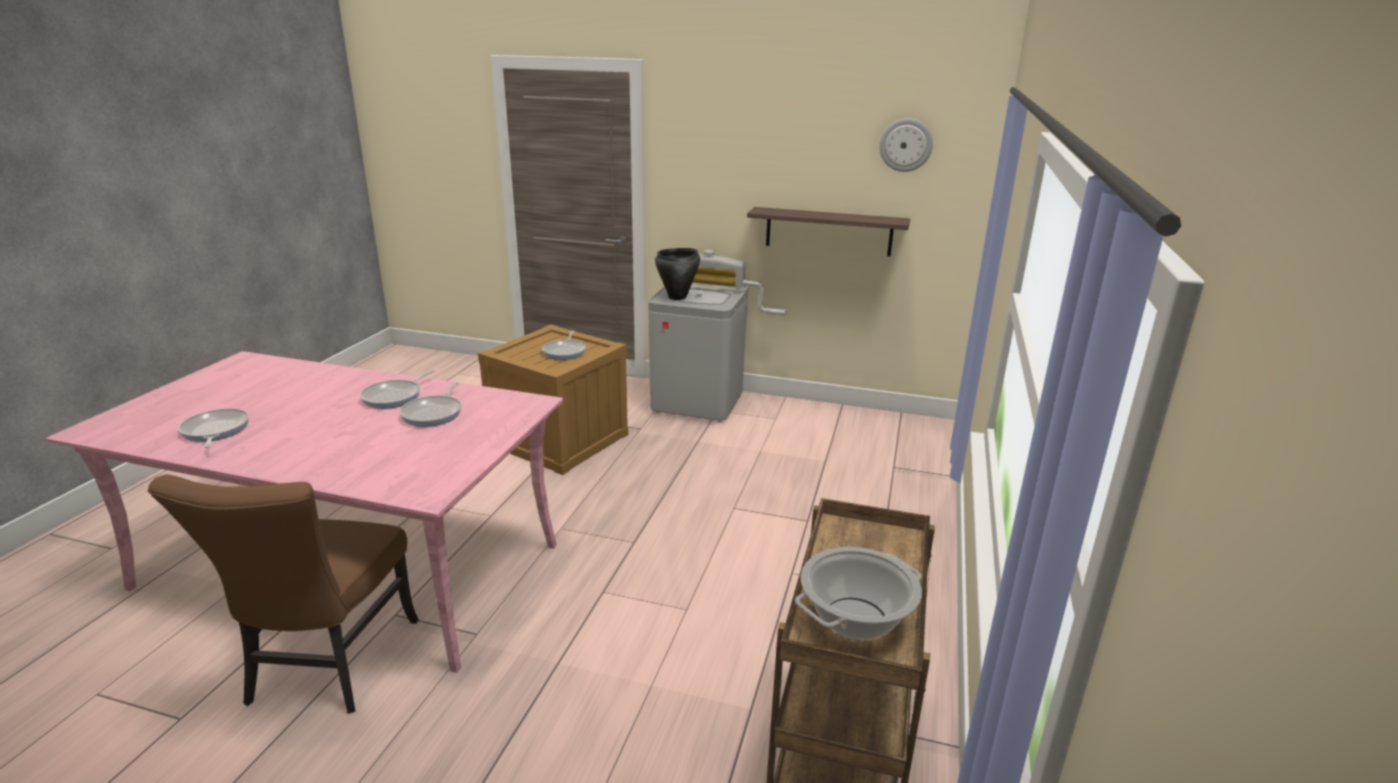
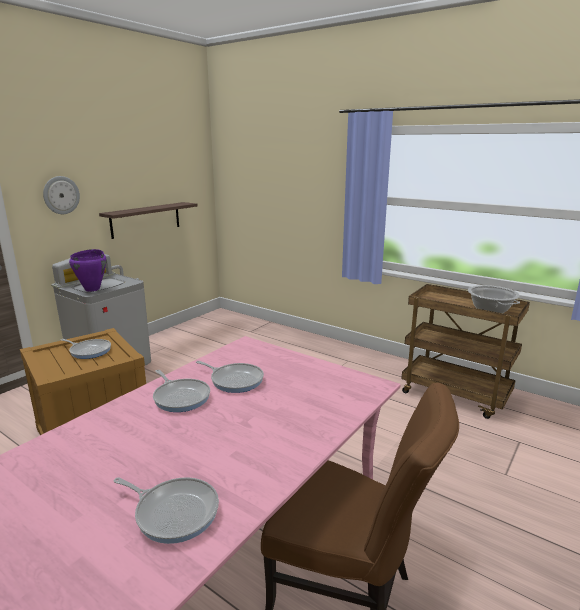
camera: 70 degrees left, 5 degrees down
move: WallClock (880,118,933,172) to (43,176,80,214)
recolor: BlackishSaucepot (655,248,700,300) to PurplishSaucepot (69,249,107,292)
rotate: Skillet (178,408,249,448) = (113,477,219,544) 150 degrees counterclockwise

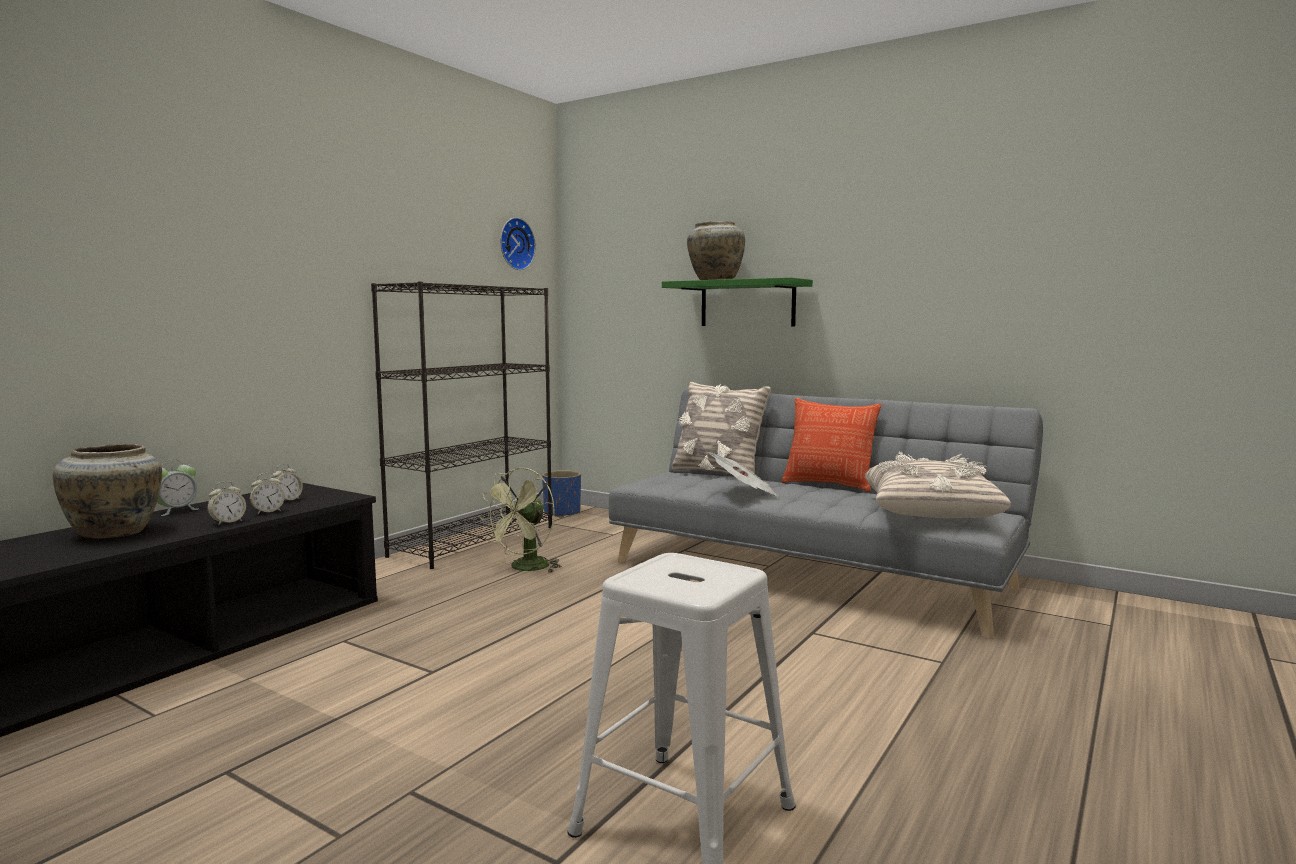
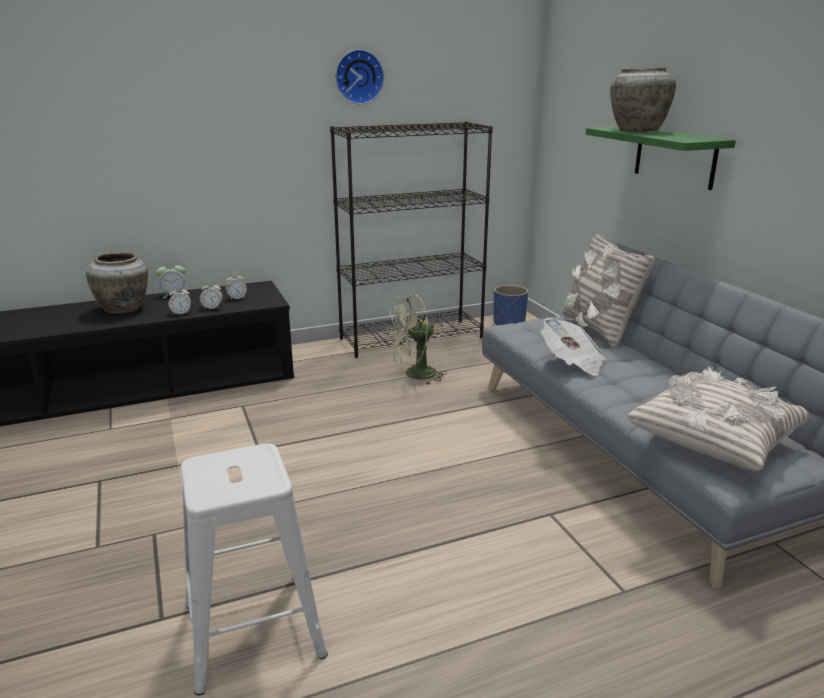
camera: 35 degrees right, 15 degrees up
delete: OrangeColouredPillow (782,398,881,492)
move: WallClock (500,217,536,270) to (335,49,384,104)

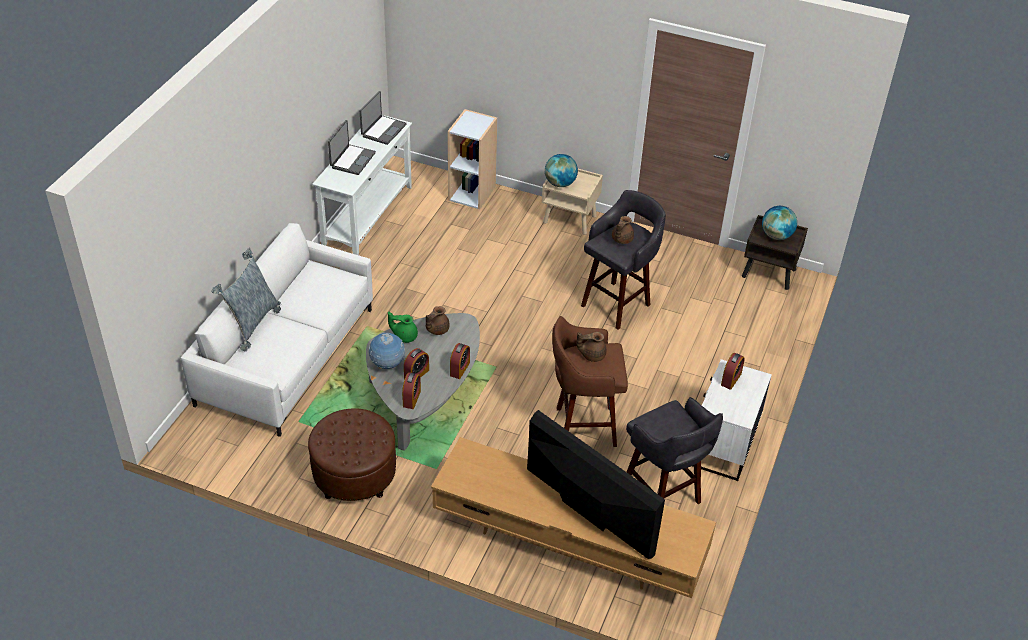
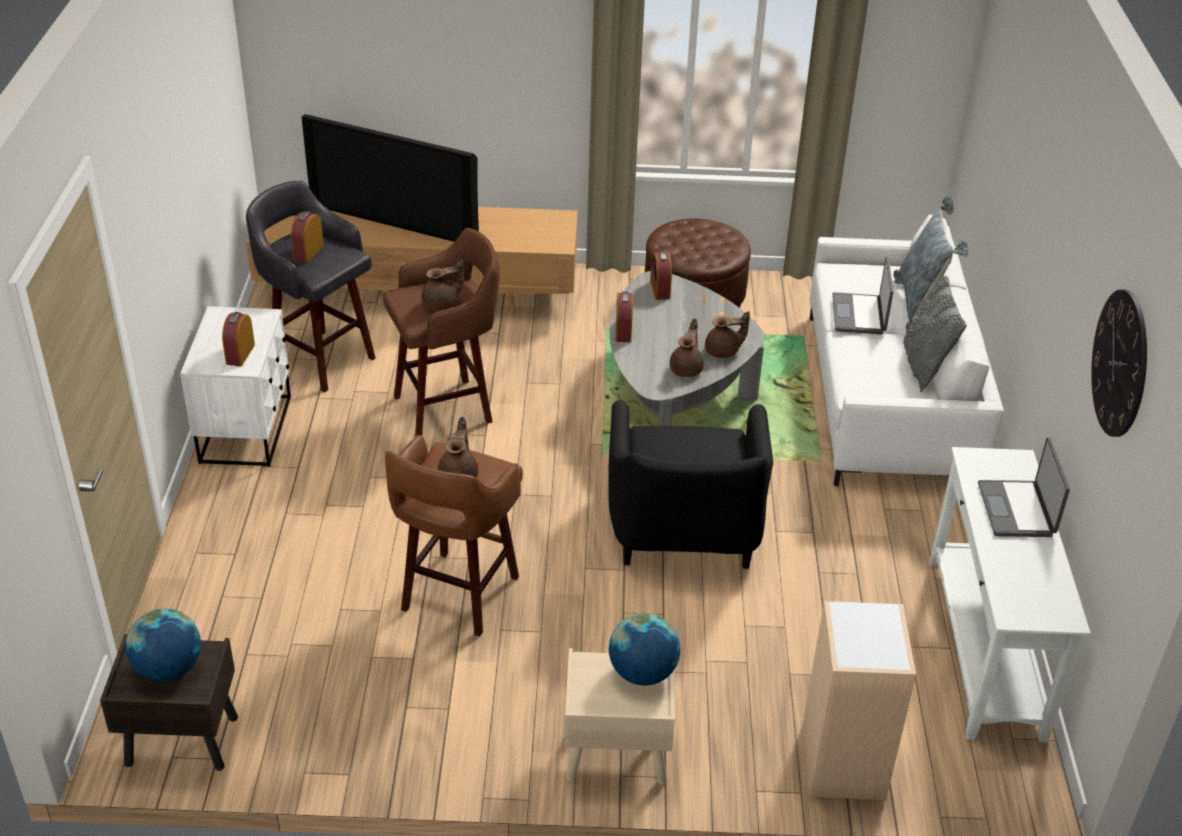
camera: 160 degrees right, 5 degrees down
delete: WorldGlobe (369,333,405,369)
insert: GreyishPillow (903,276,967,392); WallClock (1091,290,1147,437); BlackishEasyChair (608,400,773,569)
move: Laptop (360,91,407,145) to (832,257,893,334); BedsideClock (404,348,429,379) to (291,211,324,263)
recolor: GreyishStoolSeat (581,190,666,330) to BrownishStoolSeat (385,435,523,637); GreenTeapot (388,311,418,343) to BrownishTeapot (705,311,750,358)

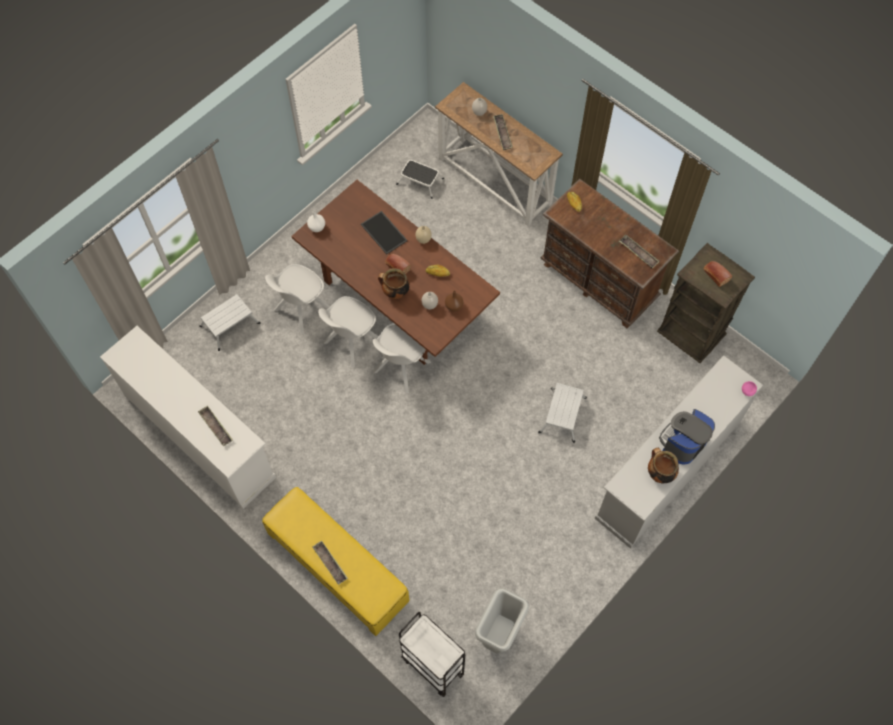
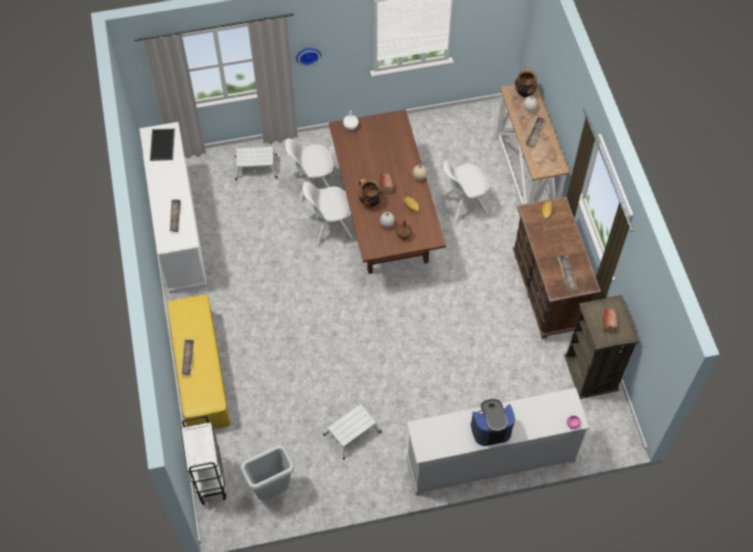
camera: 35 degrees right, 5 degrees down
delete: BlackishStepladder (396,160,444,199)
insert: WallClock (296,48,321,67)
move: Tray (361,211,407,255) to (150,129,175,161); WhiteUprightChair (373,323,431,393) to (441,161,489,224); WhiteStepladder (538,383,587,443) to (323,404,382,460); Saucepot (648,448,679,483) to (515,67,538,97)

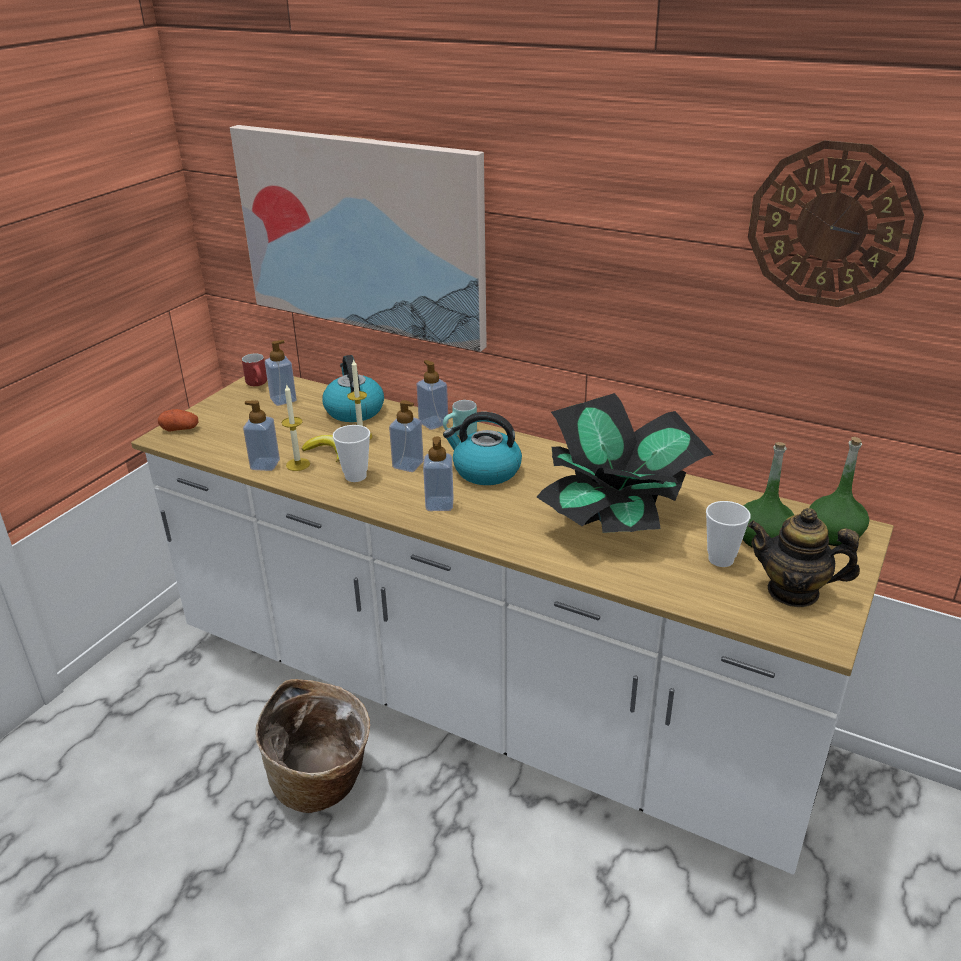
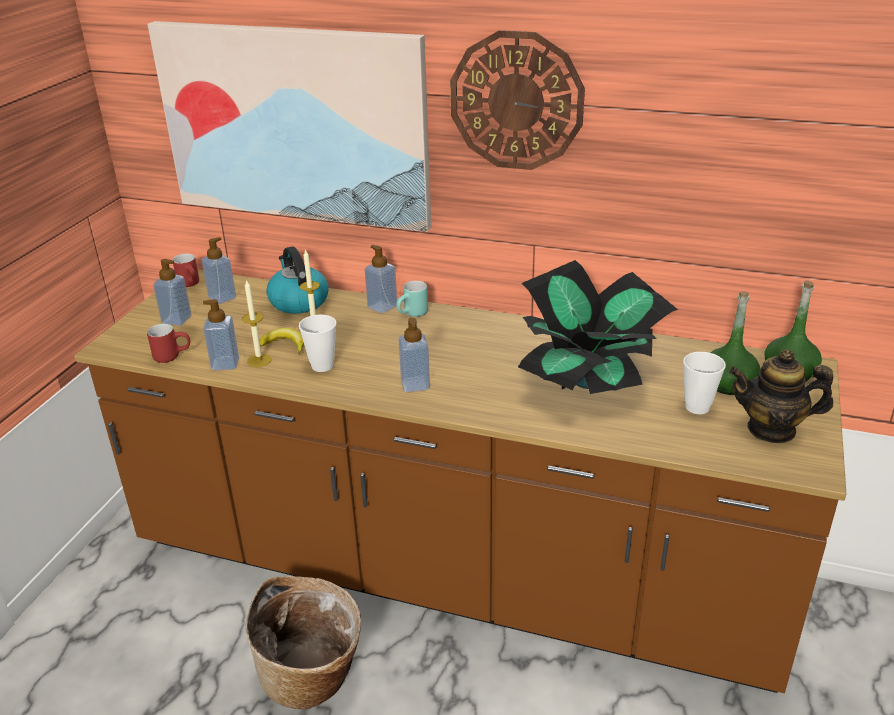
camera: 10 degrees left, 0 degrees up
delete: WholePotato (158,409,198,432); TeaKettle (443,412,522,485)
insert: ReddishMug (147,324,190,363)
move: WallClock (748,140,924,307) to (450,30,585,170); SoapDispenser (389,400,424,472) to (153,259,192,326)
recolor: WhiteCounter (131,376,894,875) to BrownishCounter (74,270,846,693)

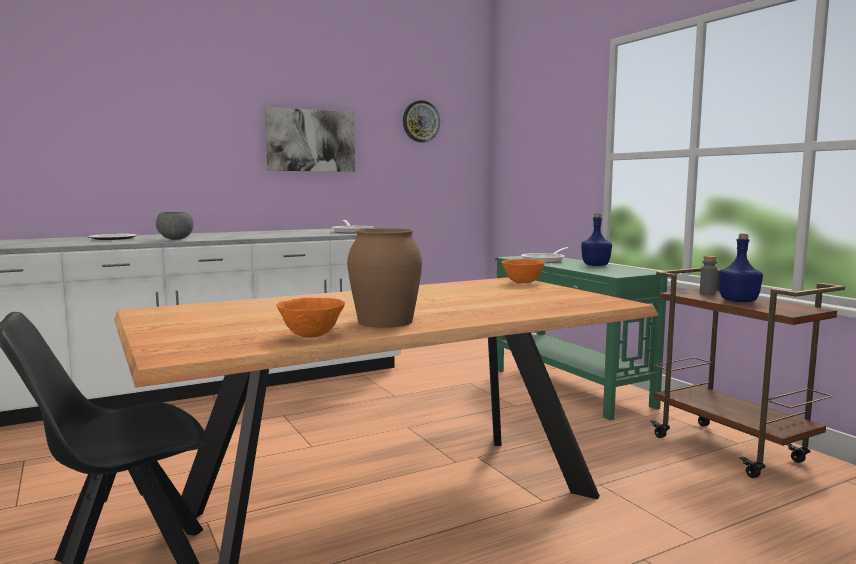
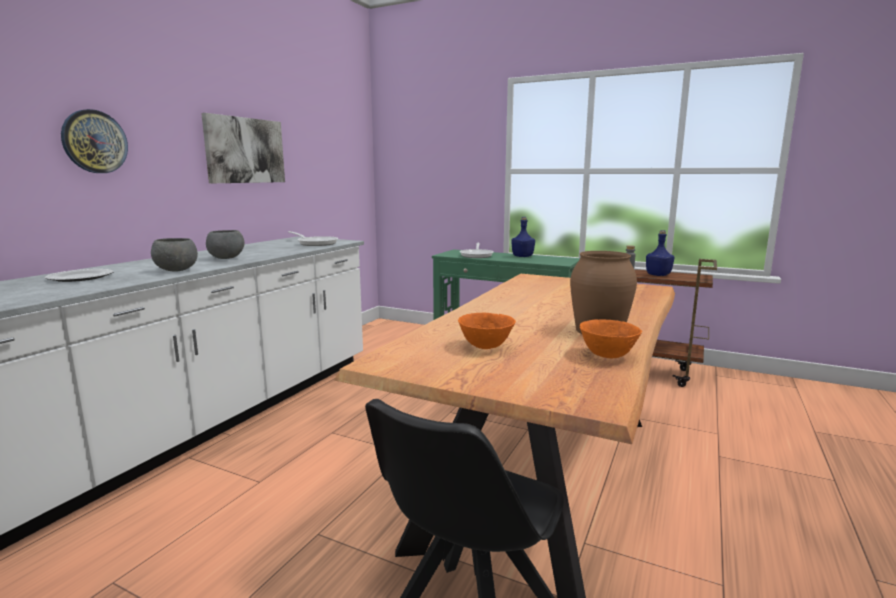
camera: 35 degrees left, 5 degrees up
insert: GreyishServingBowl (206,230,244,259)
move: WallClock (403,100,440,142) to (61,109,128,173); OrangeColouredServingBowl (502,259,545,284) to (458,313,516,349)

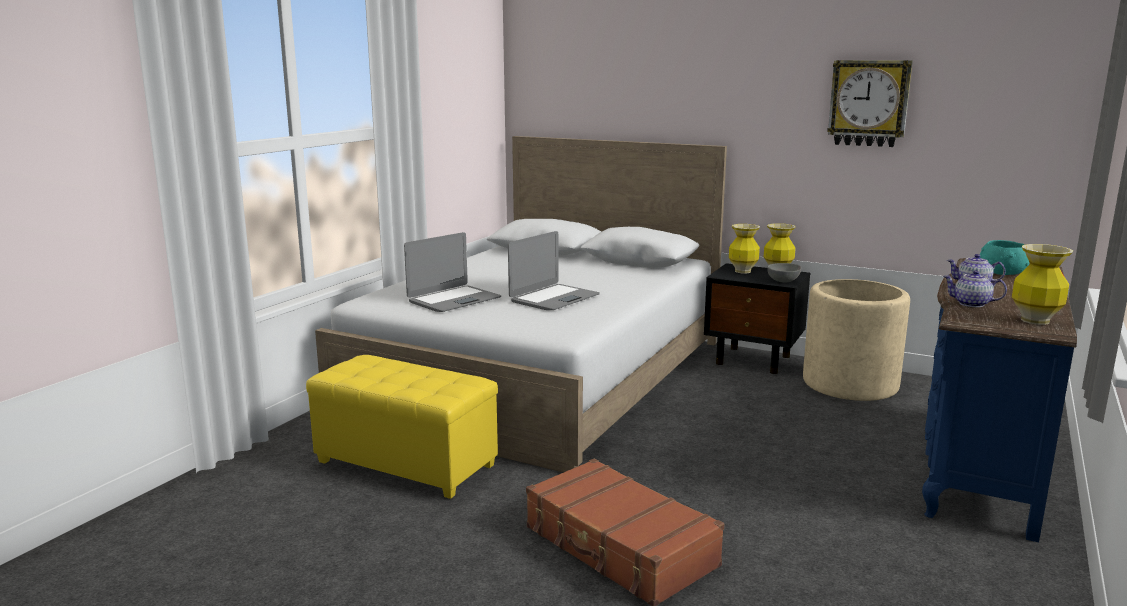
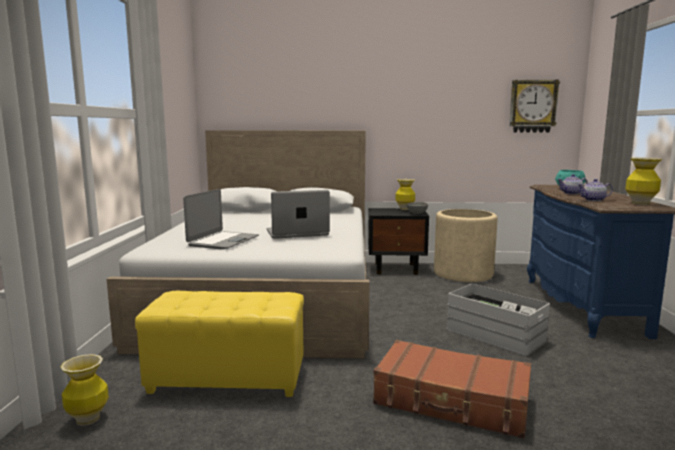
camera: 25 degrees left, 5 degrees down
insert: GreyishStorageBox (446,284,550,356)
move: WallClock (827,60,913,147) to (509,79,560,133); DecorativeVase (729,224,760,274) to (60,354,109,426)
rotate: Laptop (508,231,600,310) = (267,190,330,239) 120 degrees counterclockwise

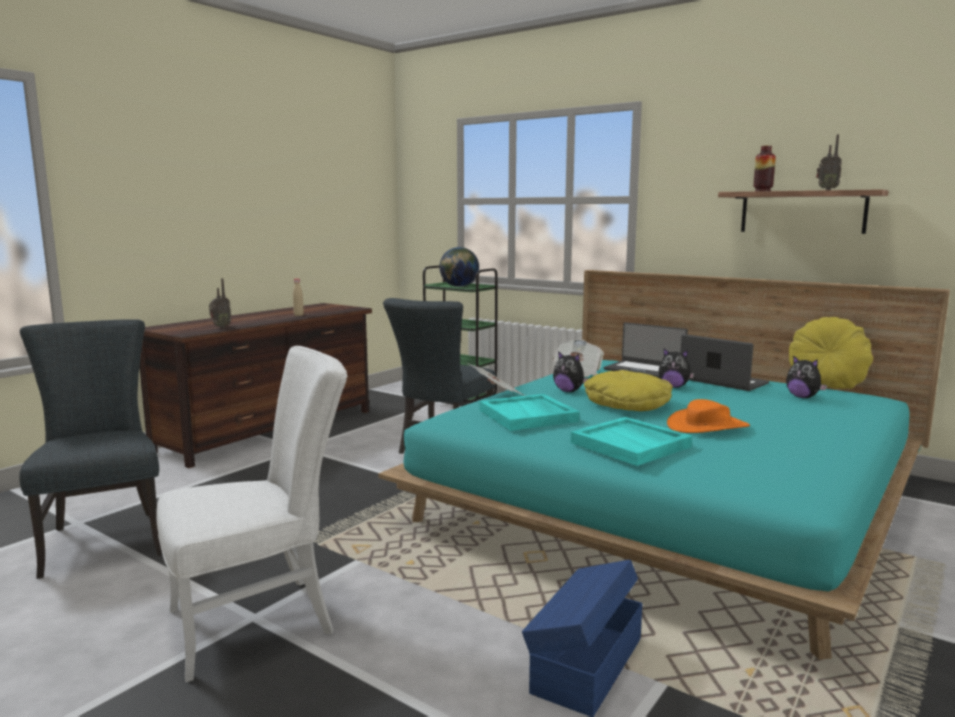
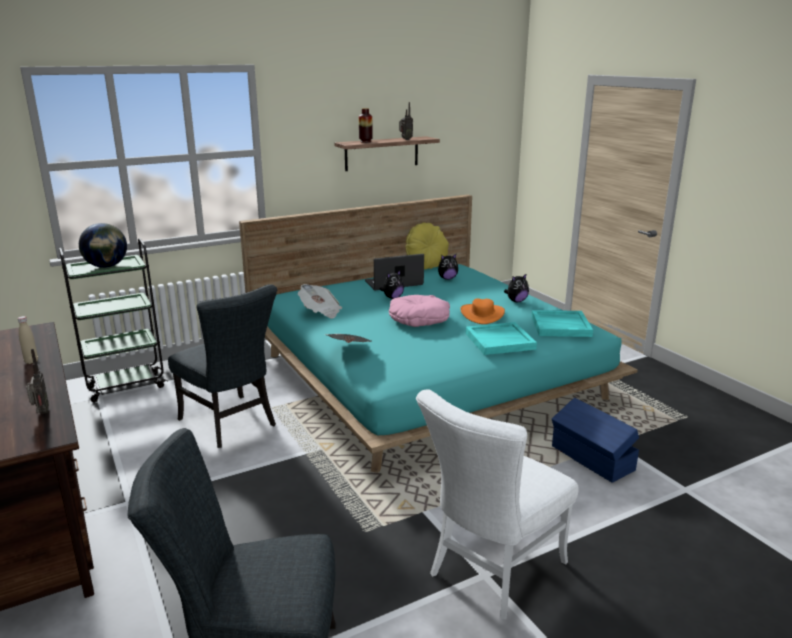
camera: 65 degrees left, 10 degrees up
delete: Laptop (604,322,688,378)
move: SoftToy (553,351,590,392) to (504,273,529,302); TurquoiseTray (480,394,579,431) to (531,310,593,337)
recolor: YellowColouredPillow (584,370,673,411) to PinkColouredPillow (389,295,450,327)
rotate: WhiteUprightChair (156,346,347,682) = (416,389,579,620) 135 degrees counterclockwise

